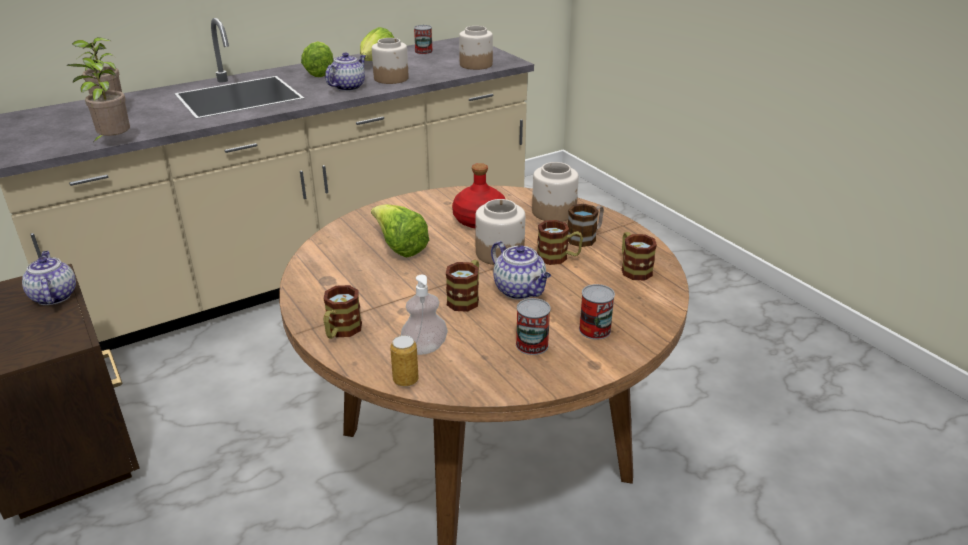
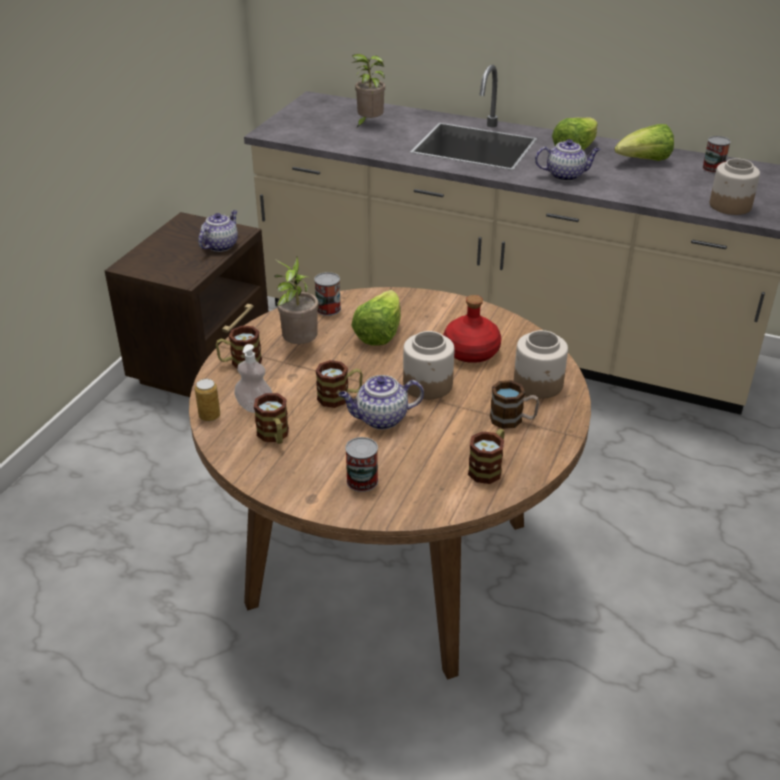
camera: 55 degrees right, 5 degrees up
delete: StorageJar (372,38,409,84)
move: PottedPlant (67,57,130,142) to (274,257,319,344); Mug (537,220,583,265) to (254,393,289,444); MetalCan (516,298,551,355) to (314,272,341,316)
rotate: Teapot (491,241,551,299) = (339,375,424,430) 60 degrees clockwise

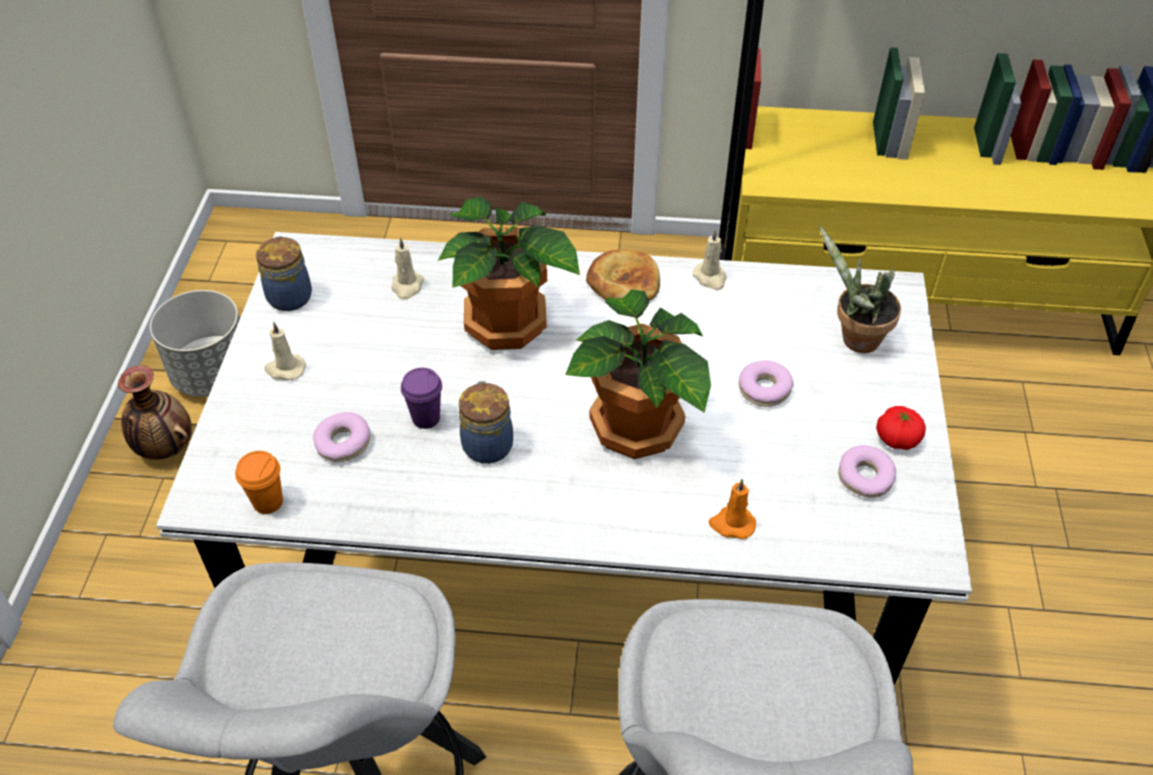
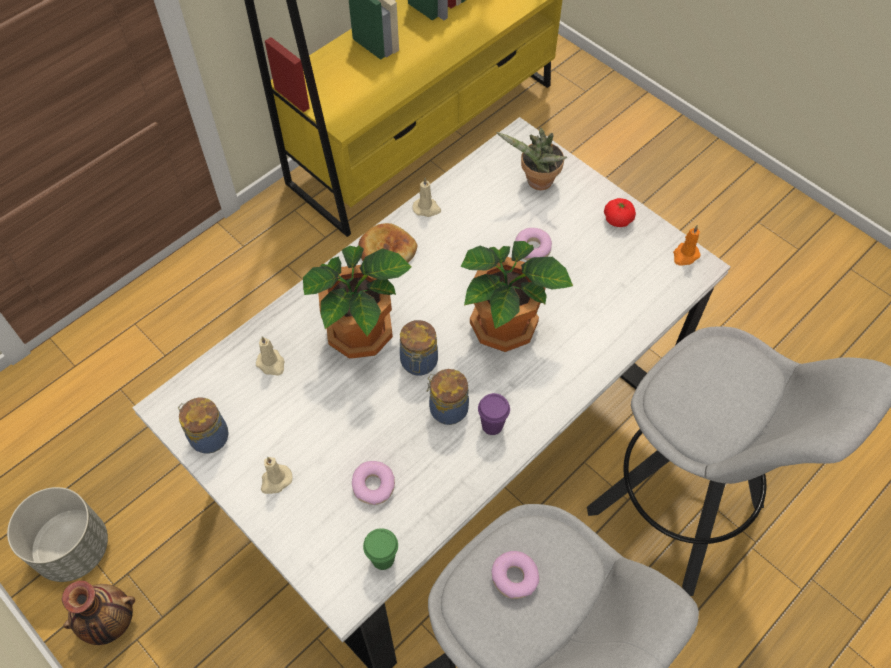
camera: 50 degrees left, 10 degrees up
insert: StorageJar (400,320,438,376)
move: PurplishDrinkingCup (401,368,442,429) to (478,393,510,435); Donut (838,445,896,498) to (492,551,539,599); OrangeColouredWaxCandle (709,479,756,539) to (673,225,701,265)
recolor: OrangeColouredDrinkingCup (235,451,283,514) to GreenDrinkingCup (363,528,398,570)

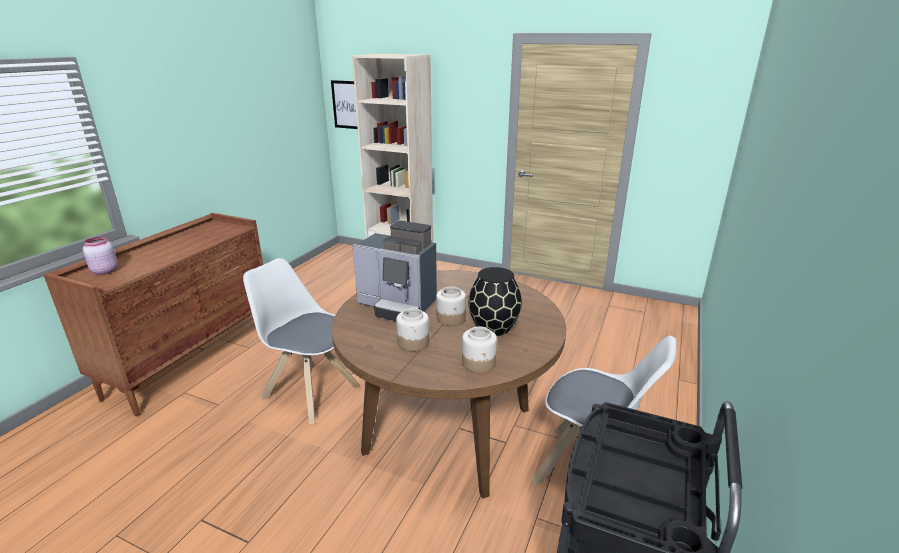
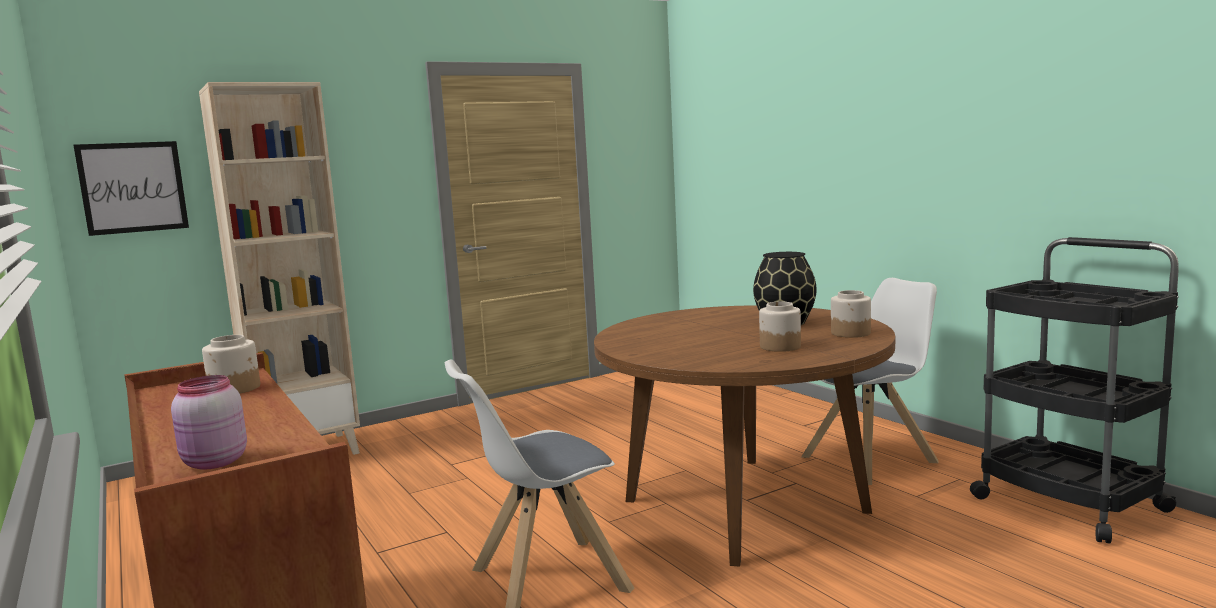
camera: 55 degrees left, 15 degrees down
delete: CoffeeMaker (352,220,437,321)
move: StorageJar (436,286,466,326) to (202,335,260,394)

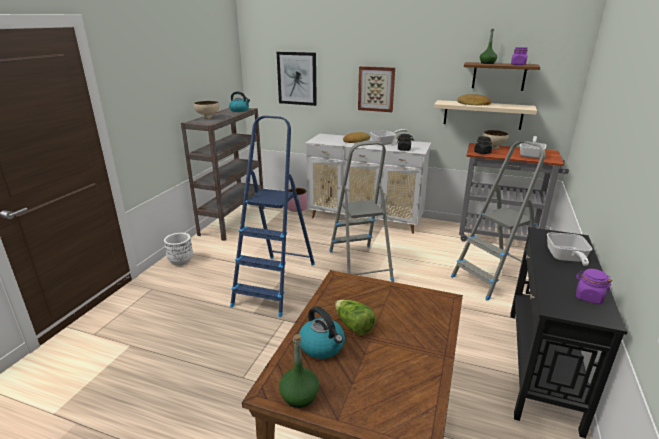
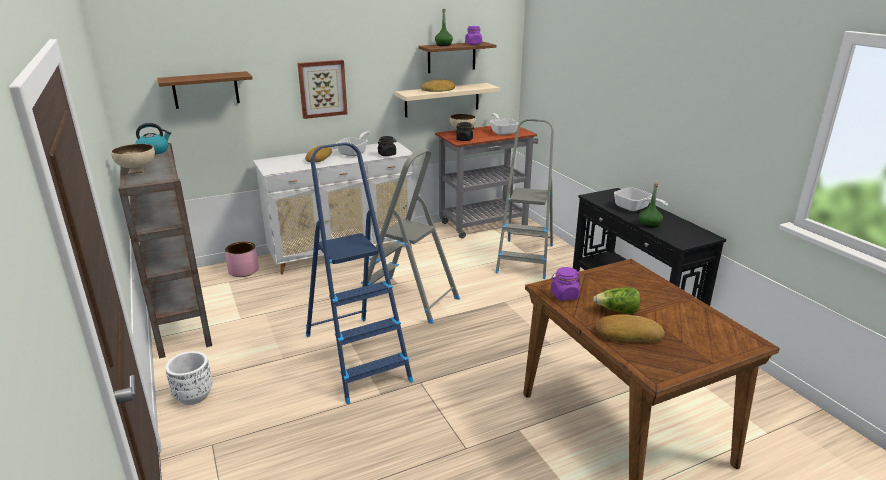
camera: 45 degrees left, 0 degrees up
move: PurplishStorageJar (576,269,612,304) to (551,267,581,301); GreenBottle (279,334,319,408) to (639,183,663,228)
replace: WallPicture (277,52,317,106) to BrownishBracketShelf (157,71,252,109); TeaKettle (299,306,345,359) to BakeryBread (596,314,665,342)

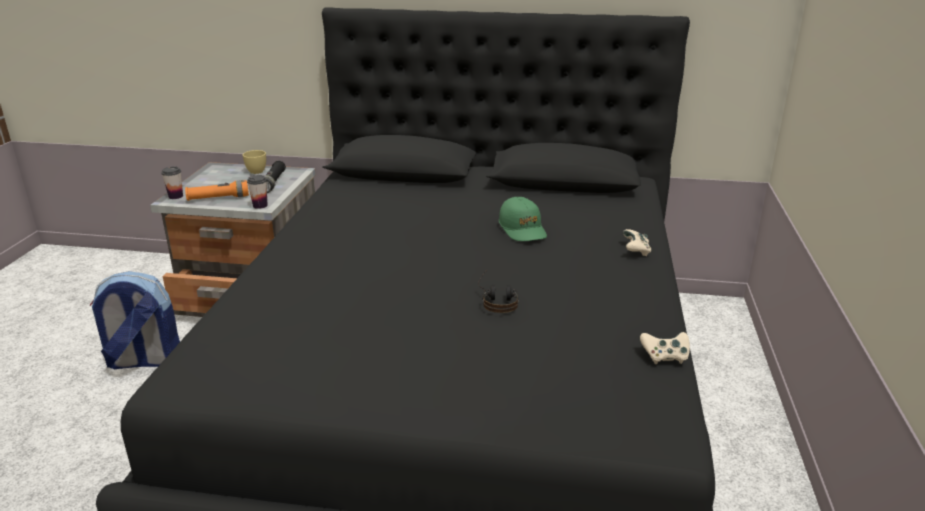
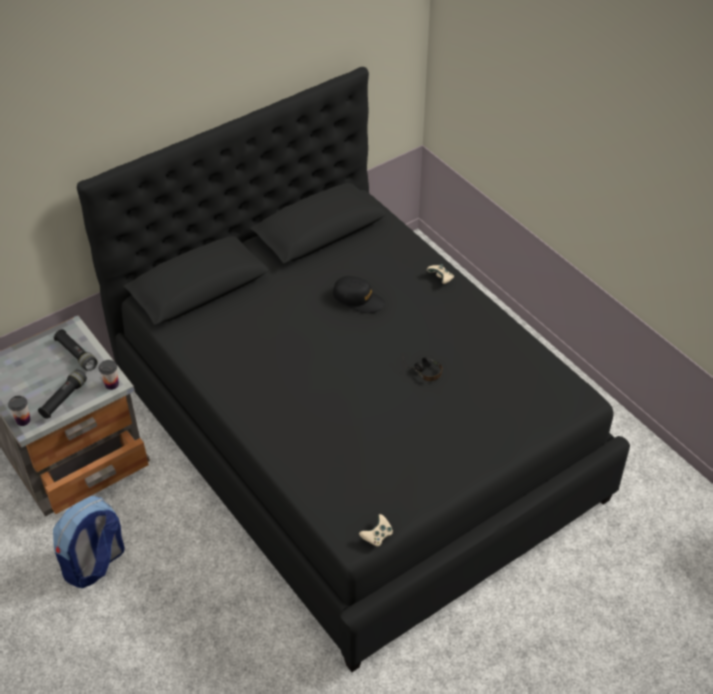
camera: 45 degrees left, 20 degrees up
delete: YellowColouredDrinkingCup (243,150,266,174)
move: SandColouredGameController (640,332,690,364) to (359,514,393,547)
recolor: OrangeColouredFlashlight (185,180,249,201) to BlackishFlashlight (38,369,87,419); GreenCap (499,197,547,241) to BlackishCap (333,276,385,313)

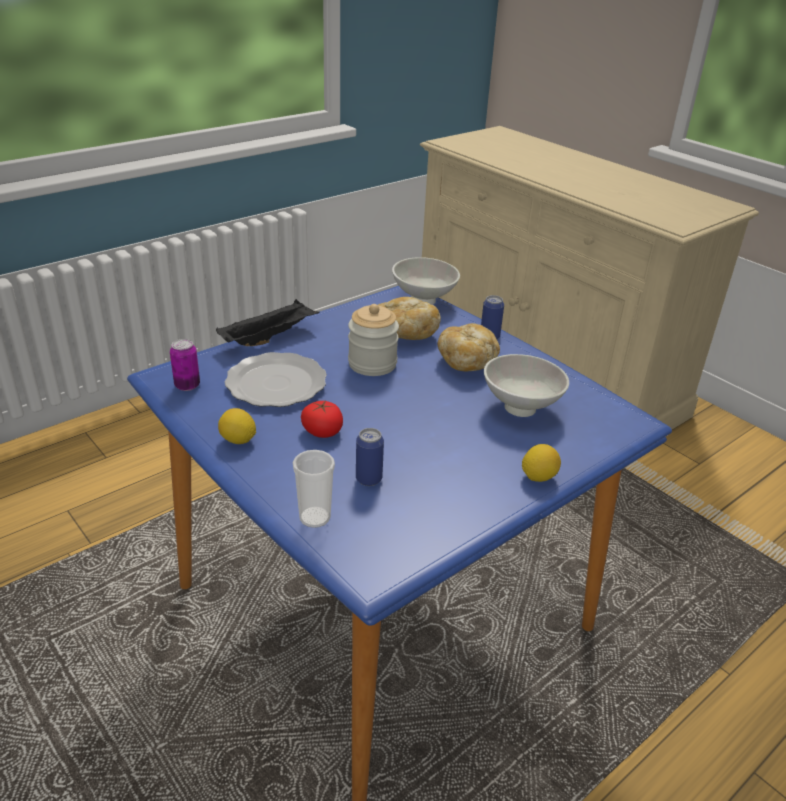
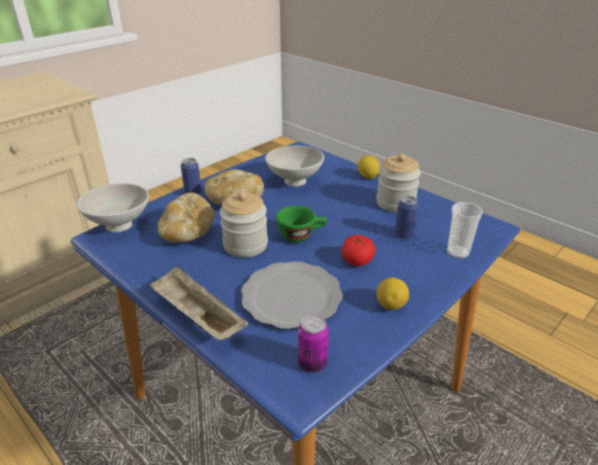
camera: 95 degrees left, 0 degrees up
insert: StorageJar (376,154,421,213); GreenDrinkingCup (276,206,327,243)
recolor: BlackishTray (216,299,320,346) to SandColouredTray (150,266,248,340)

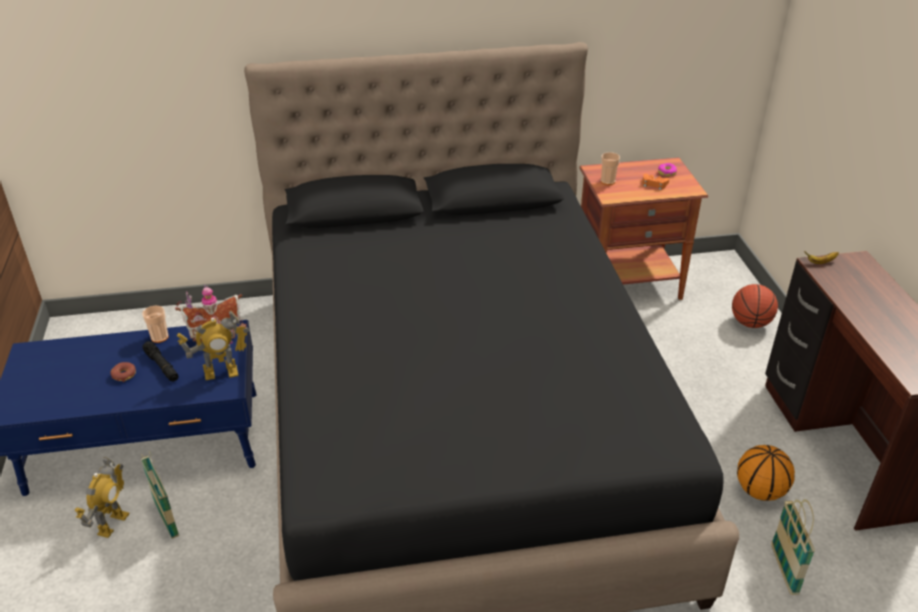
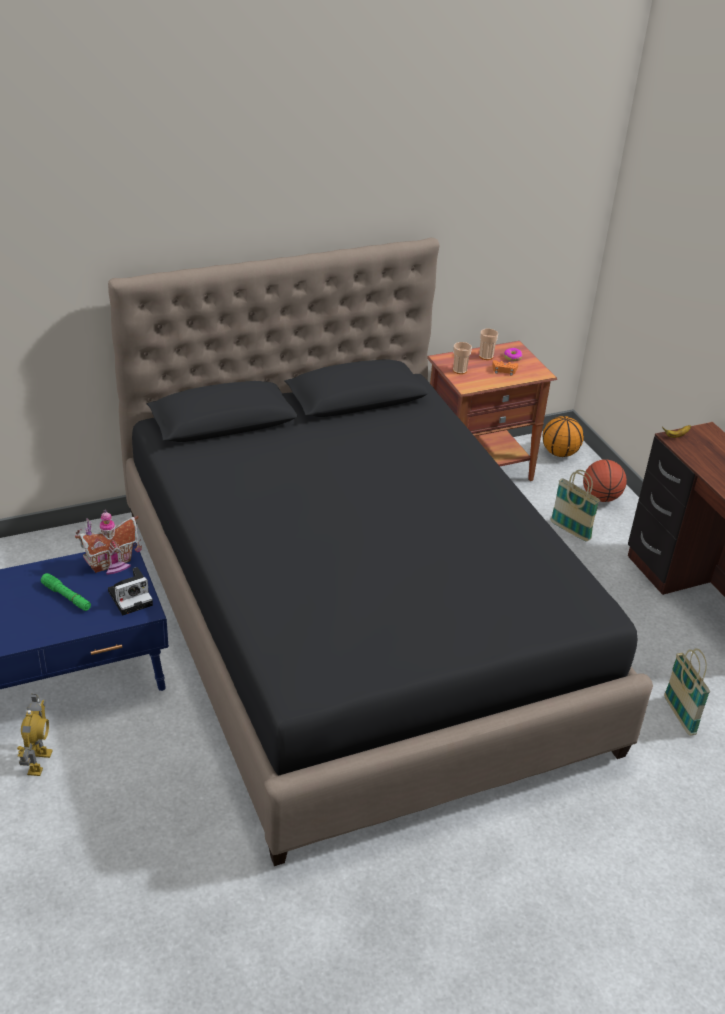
camera: 15 degrees left, 0 degrees up
delete: Donut (110,362,136,382)
move: DrinkingCup (142,306,169,343) to (479,329,498,360); BasketballBall (737,445,795,501) to (543,416,584,457); StorageBasket (141,451,179,539) to (550,470,600,542)
replace: ToyRobot (177,311,249,380) to PhotoCamera (108,567,153,615)
recolor: BlackishFlashlight (142,341,178,382) to GreenFlashlight (41,573,91,611)

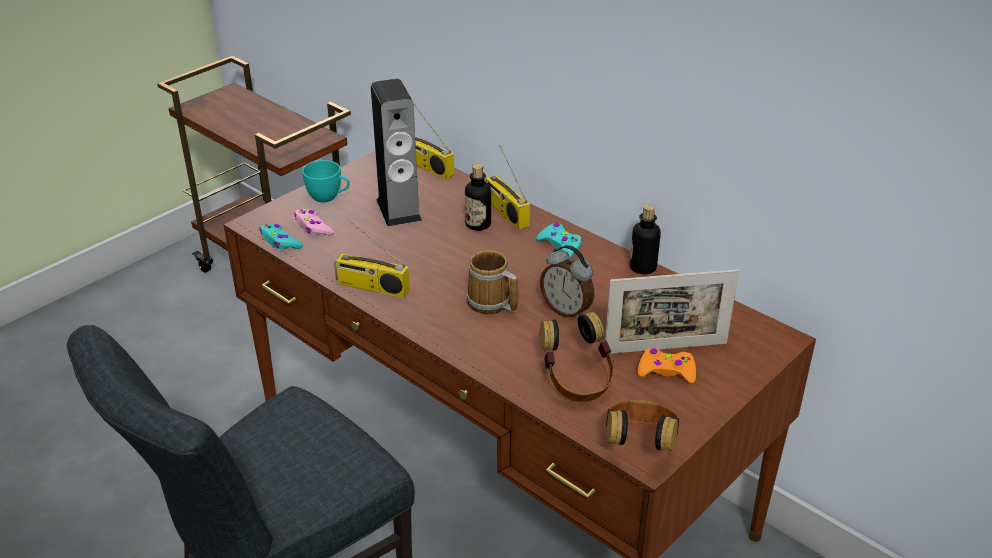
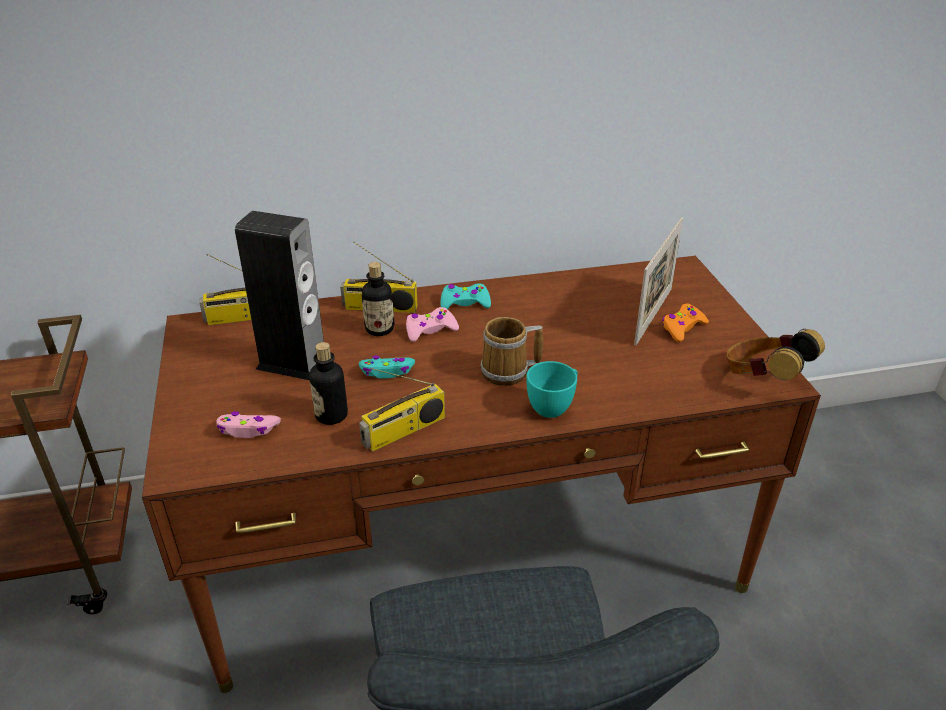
camera: 55 degrees left, 0 degrees up
delete: BedsideClock (540,245,594,320); Headset (539,312,614,402)
insert: PinkColouredGameController (406,307,459,342)
move: TurquoiseDrinkingCup (302,160,350,202) to (526,361,578,418); Bottle (630,204,661,274) to (309,342,348,425); TurquoiseGameController (259,224,303,249) to (359,355,415,378)

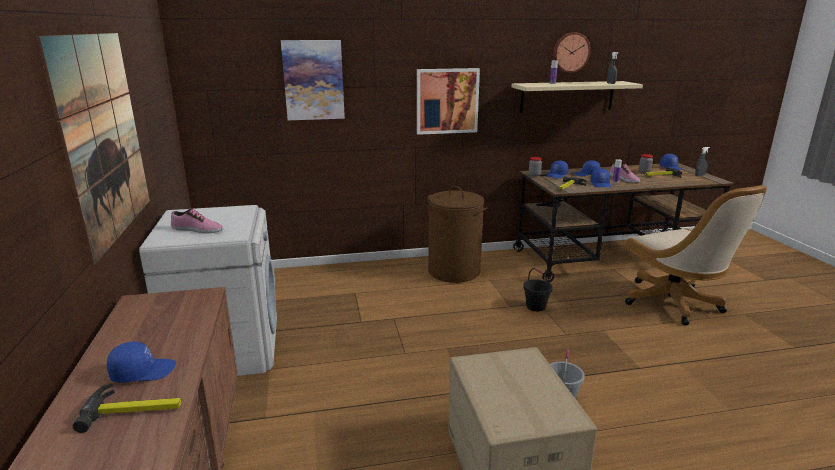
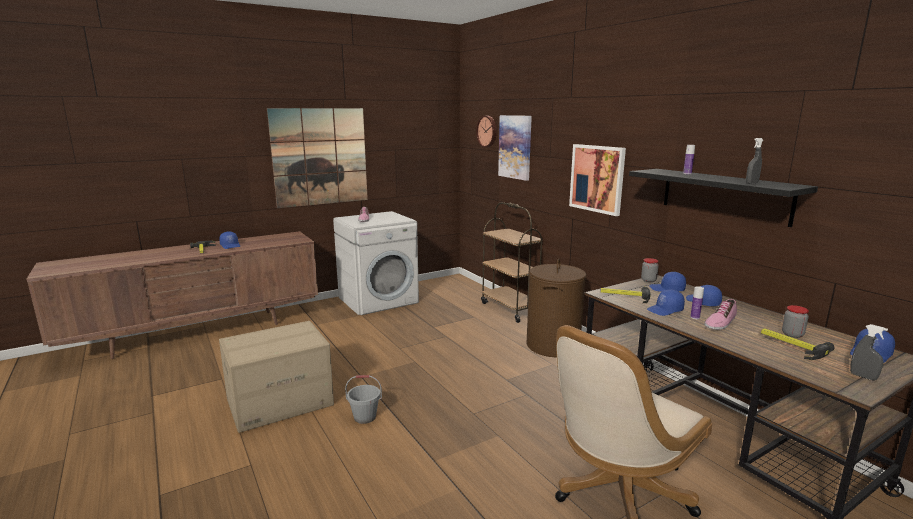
camera: 70 degrees right, 5 degrees down
delete: BlackishPail (523,268,553,311)
insert: BrownishTrolley (481,202,543,323)
move: WallClock (553,32,591,73) to (476,116,497,147)
recolor: SandColouredBracketShelf (512,81,643,113) to BlackishBracketShelf (629,169,818,227)

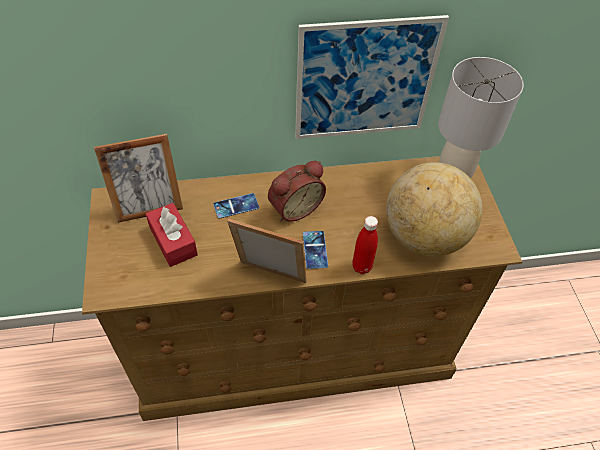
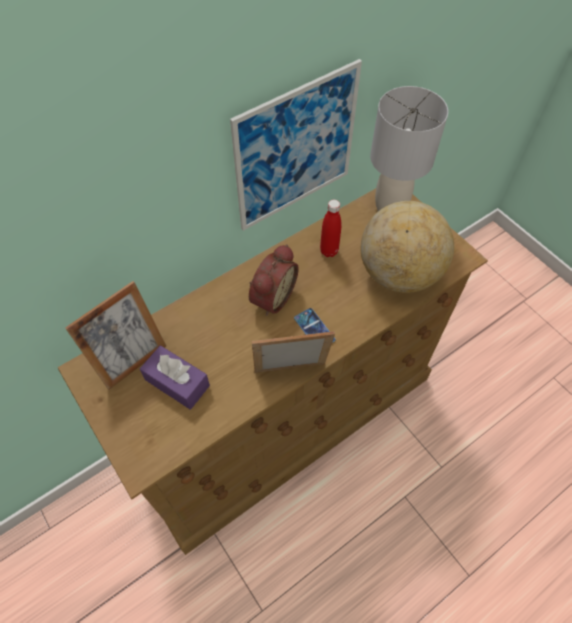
camera: 25 degrees left, 5 degrees up
delete: Telephone (213,193,259,219)
move: ReddishBottle (352,216,378,274) to (320,200,341,257)
recolor: ReddishTissueBox (146,203,198,267) to PurplishTissueBox (140,345,210,410)

